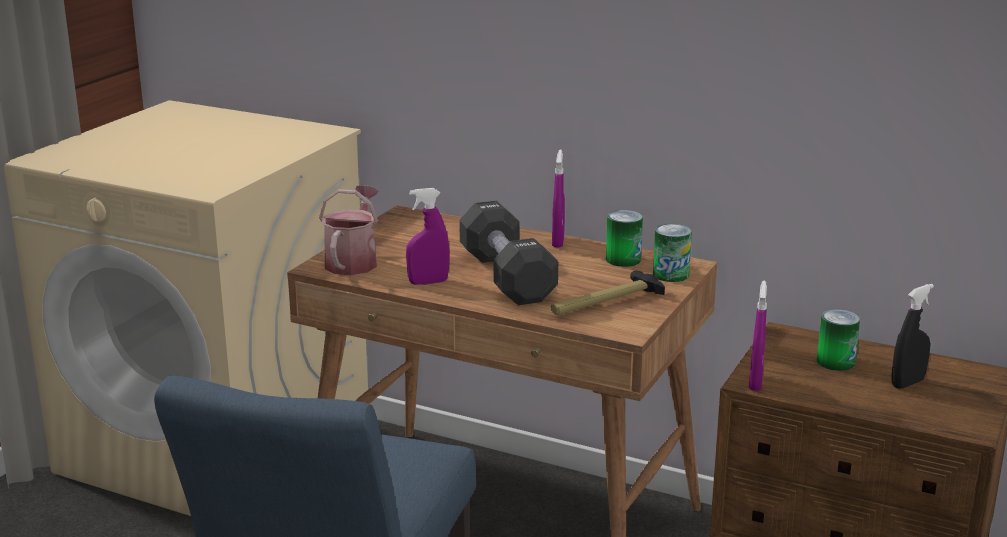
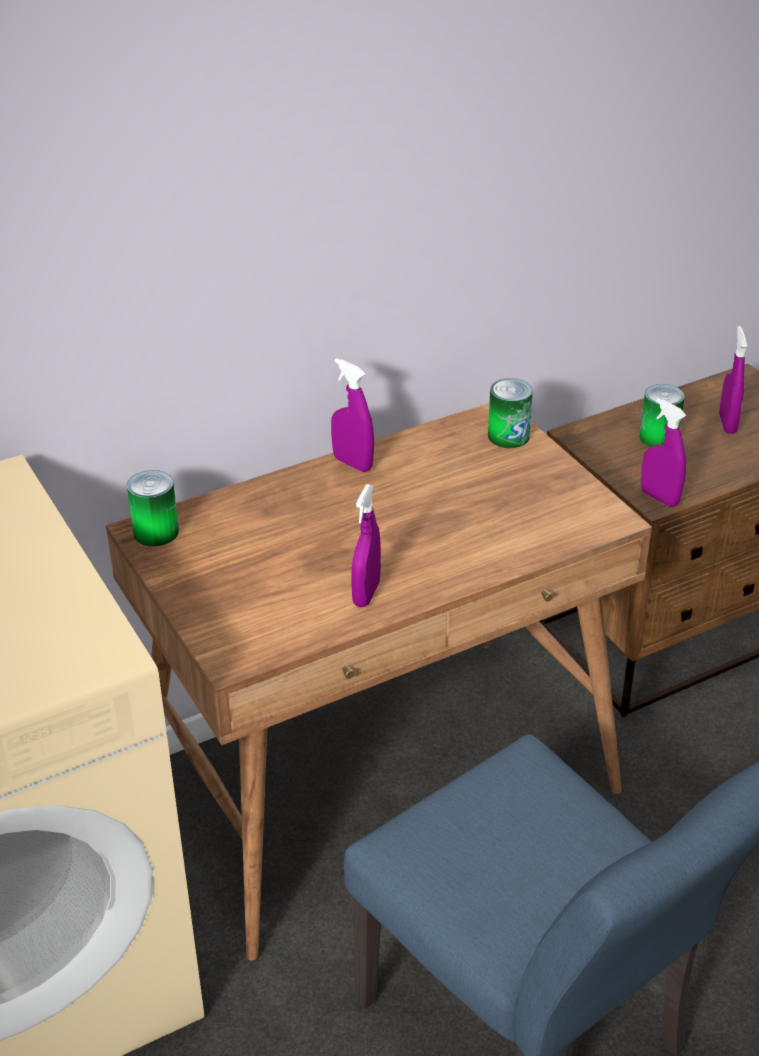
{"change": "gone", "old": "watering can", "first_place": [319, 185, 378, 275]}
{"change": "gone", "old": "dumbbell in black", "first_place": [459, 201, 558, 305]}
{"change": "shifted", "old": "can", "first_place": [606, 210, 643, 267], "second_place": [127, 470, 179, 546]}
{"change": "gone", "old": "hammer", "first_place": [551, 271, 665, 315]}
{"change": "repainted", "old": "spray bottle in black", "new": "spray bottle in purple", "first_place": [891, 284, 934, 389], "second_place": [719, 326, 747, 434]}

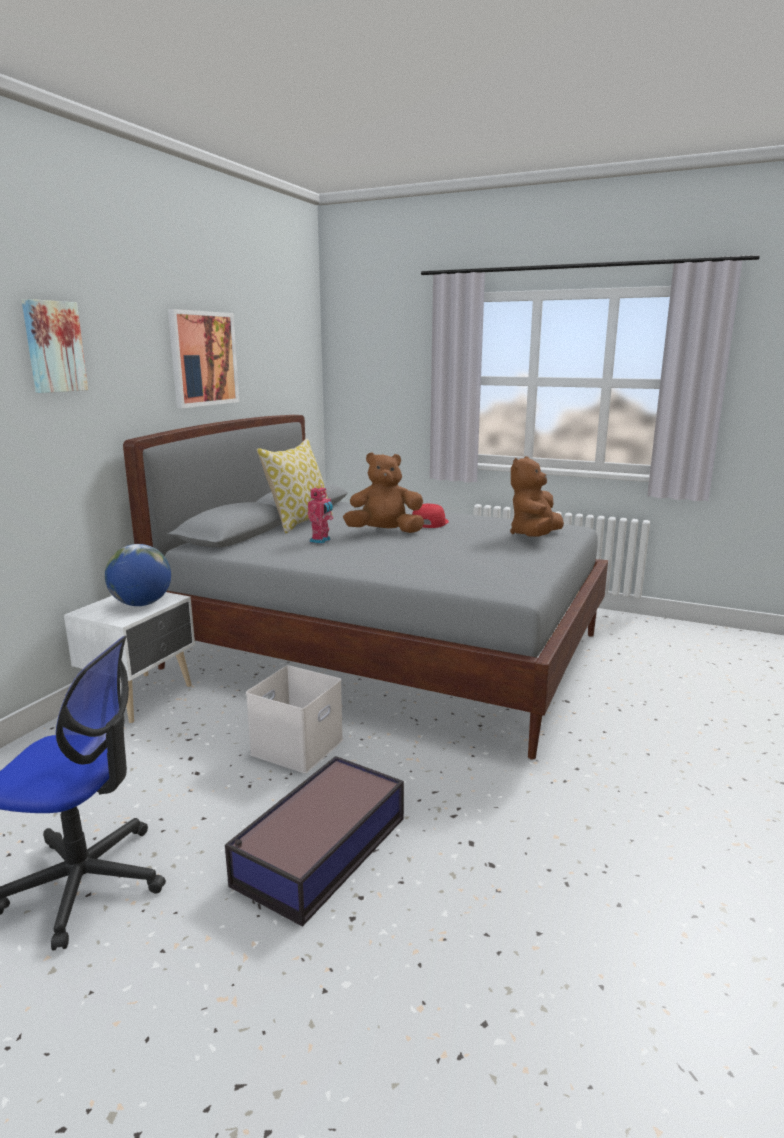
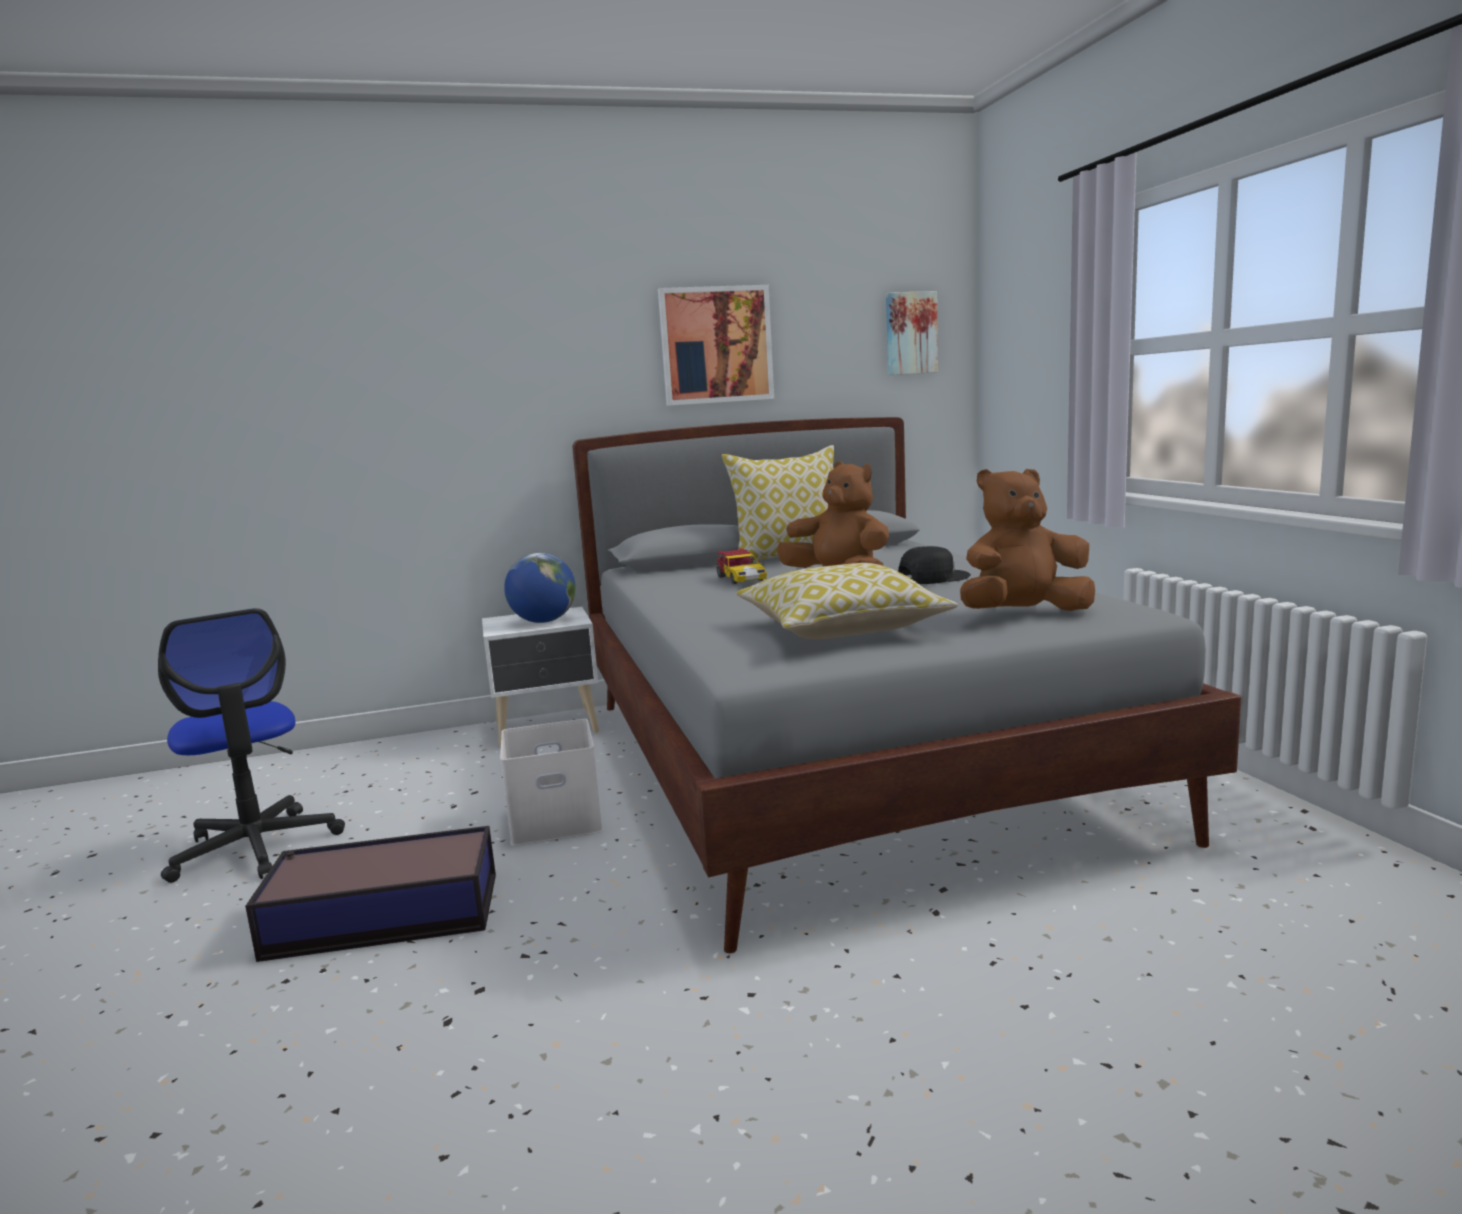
{"change": "shifted", "old": "picture", "first_place": [22, 299, 88, 393], "second_place": [886, 291, 938, 375]}
{"change": "swapped", "old": "toy robot", "new": "toy car", "first_place": [308, 485, 333, 544], "second_place": [717, 548, 767, 584]}
{"change": "repainted", "old": "cap in red", "new": "cap in black", "first_place": [412, 504, 449, 528], "second_place": [898, 546, 971, 584]}
{"change": "new", "new": "pillow", "second_place": [736, 563, 958, 640]}

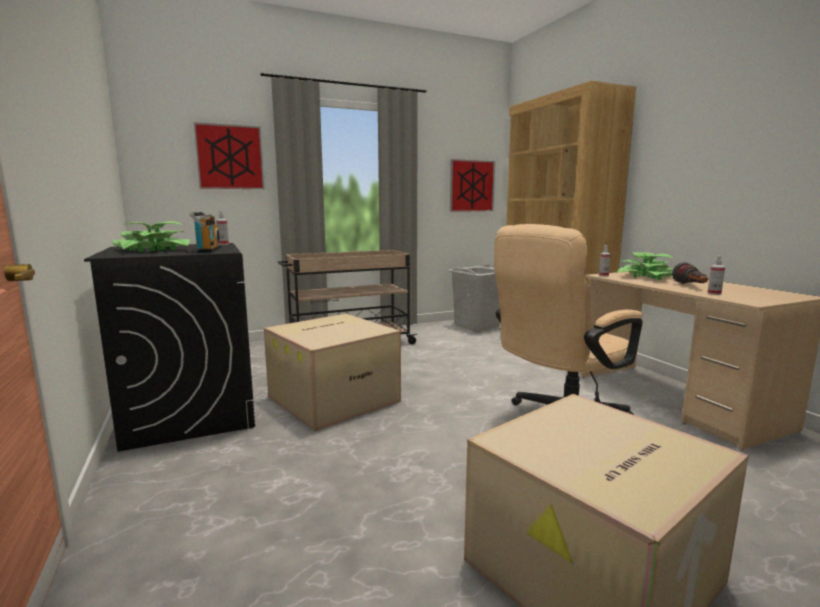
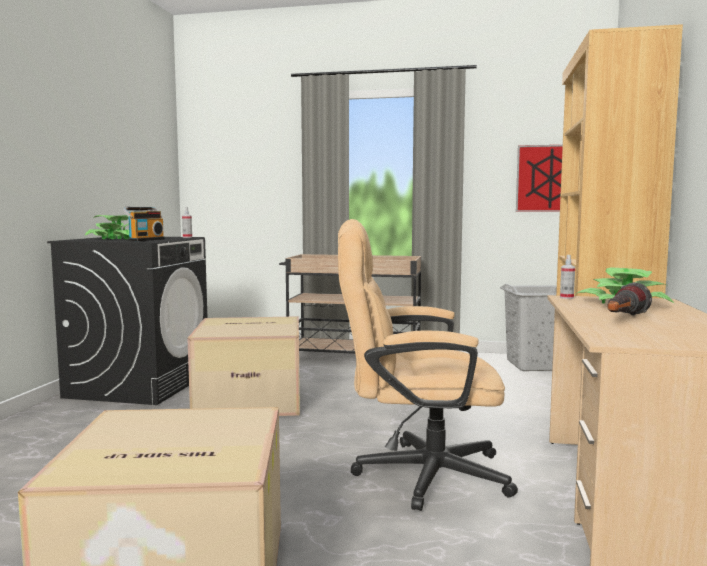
{"change": "gone", "old": "picture", "first_place": [194, 122, 264, 189]}
{"change": "gone", "old": "spray bottle", "first_place": [707, 256, 725, 295]}

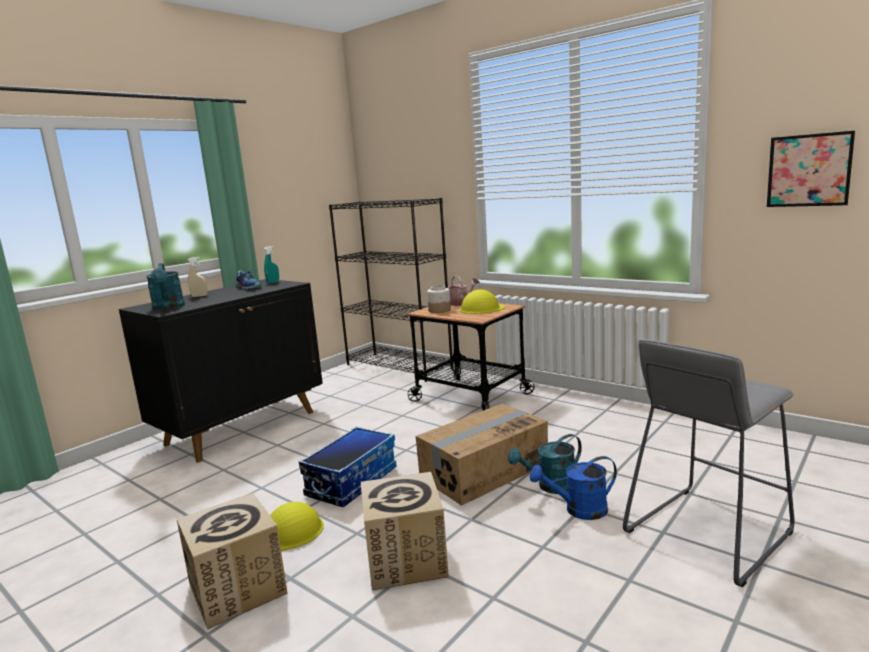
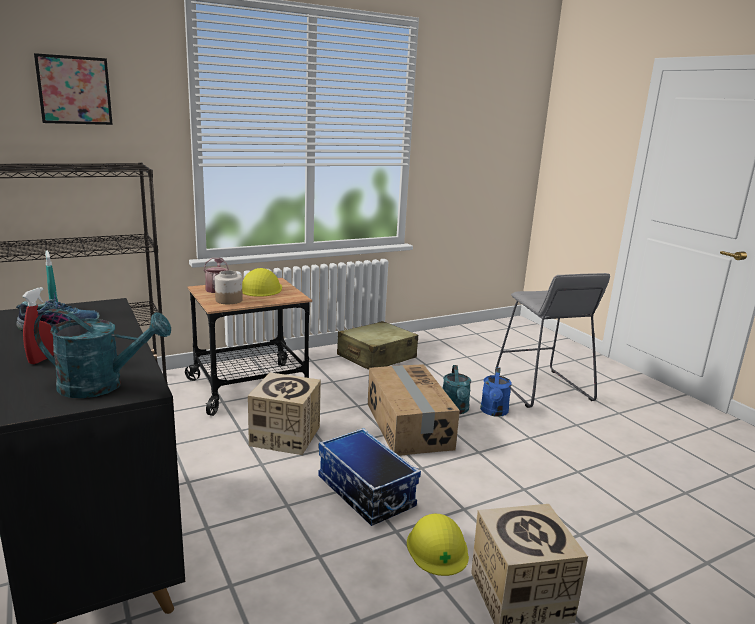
{"change": "shifted", "old": "picture", "first_place": [767, 131, 855, 207], "second_place": [34, 53, 113, 125]}
{"change": "repainted", "old": "spray bottle in beige", "new": "spray bottle in red", "first_place": [188, 257, 207, 297], "second_place": [22, 287, 54, 364]}
{"change": "shifted", "old": "cardboard box", "first_place": [361, 472, 449, 590], "second_place": [248, 372, 321, 455]}
{"change": "new", "new": "suitcase in beige", "second_place": [337, 321, 418, 370]}

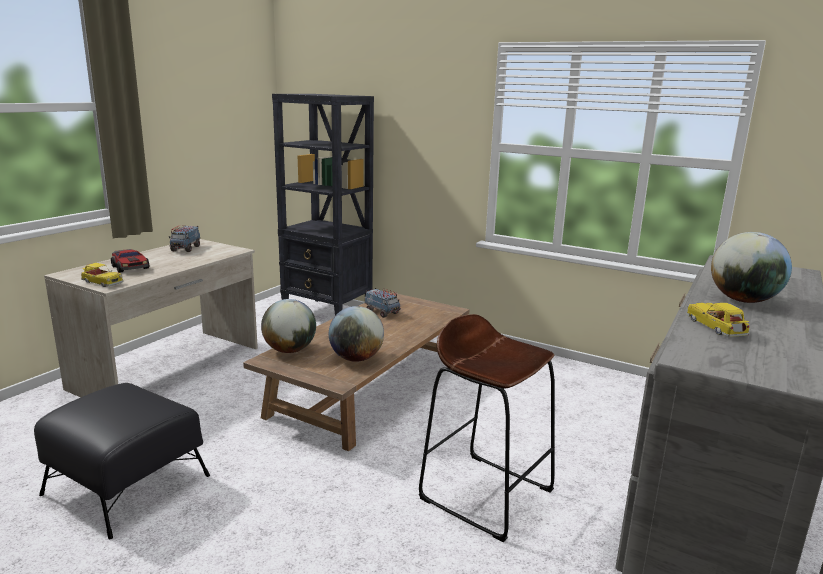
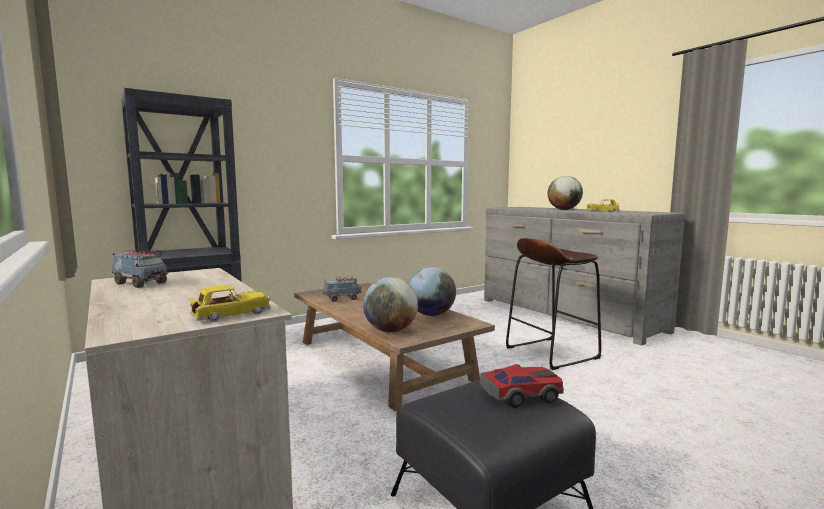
{"change": "shifted", "old": "toy car", "first_place": [111, 249, 149, 273], "second_place": [480, 364, 564, 408]}

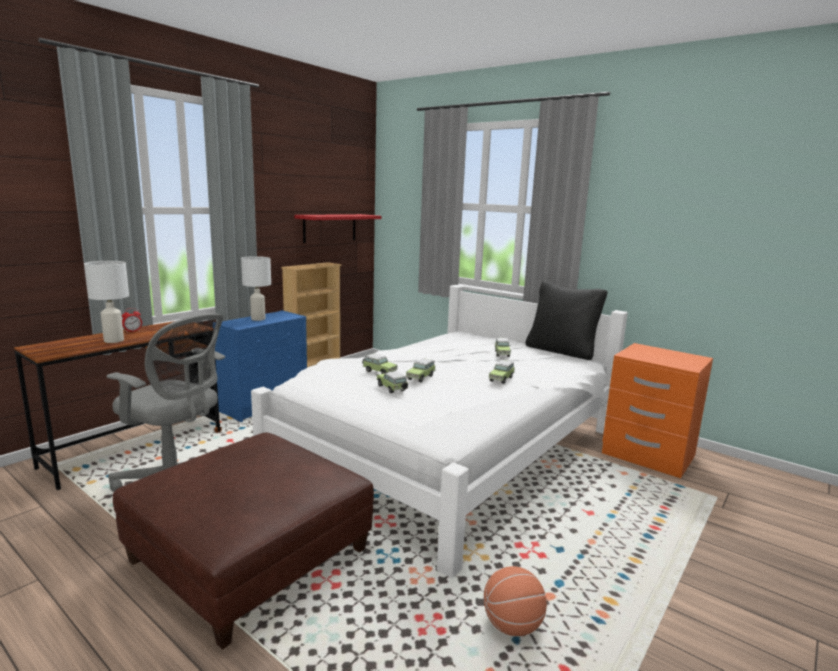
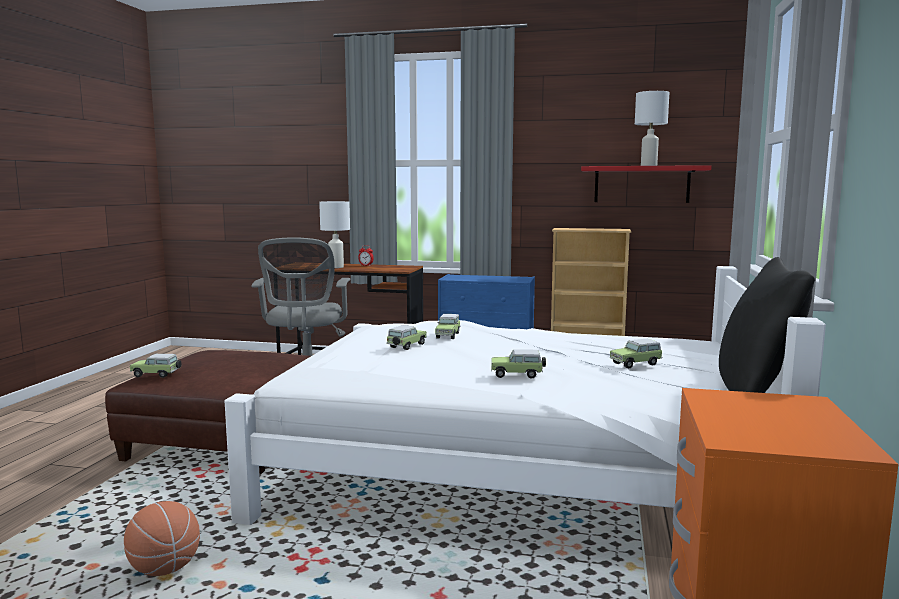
{"change": "shifted", "old": "table lamp in white", "first_place": [241, 256, 271, 321], "second_place": [635, 91, 670, 166]}
{"change": "shifted", "old": "toy car", "first_place": [406, 358, 435, 382], "second_place": [130, 354, 181, 378]}

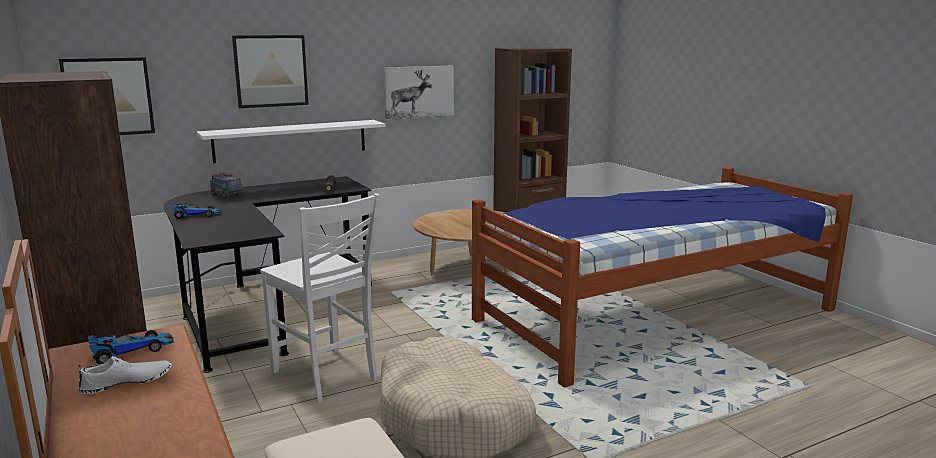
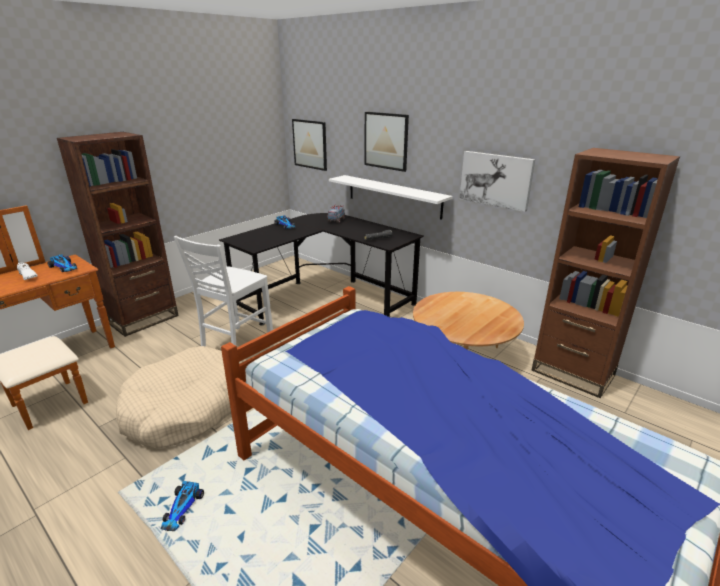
{"change": "new", "new": "toy car", "second_place": [161, 481, 204, 531]}

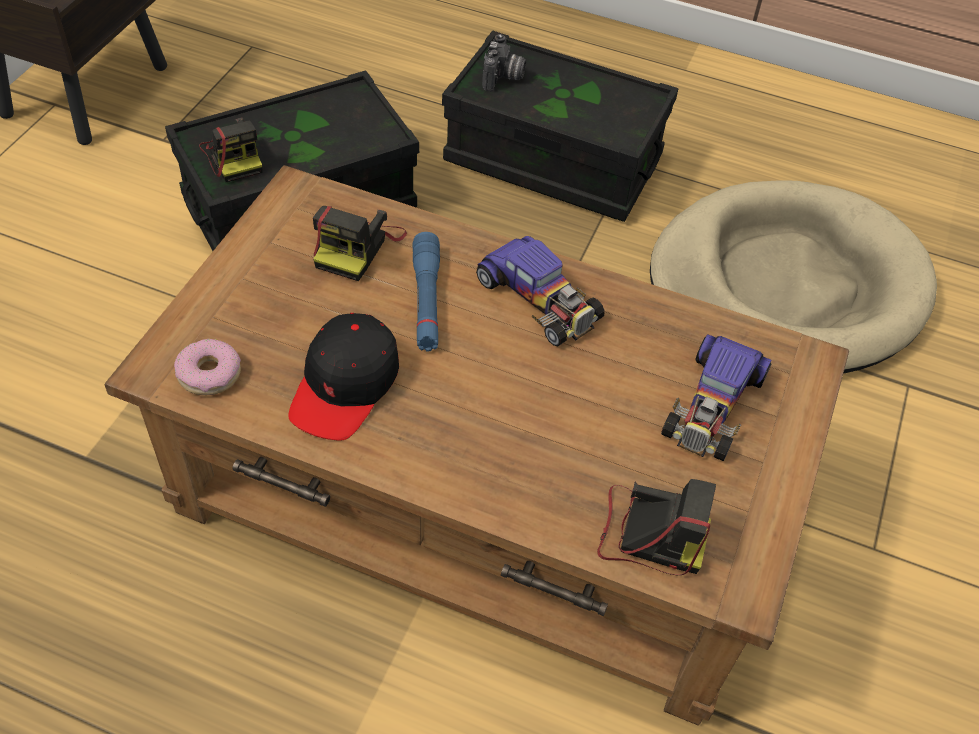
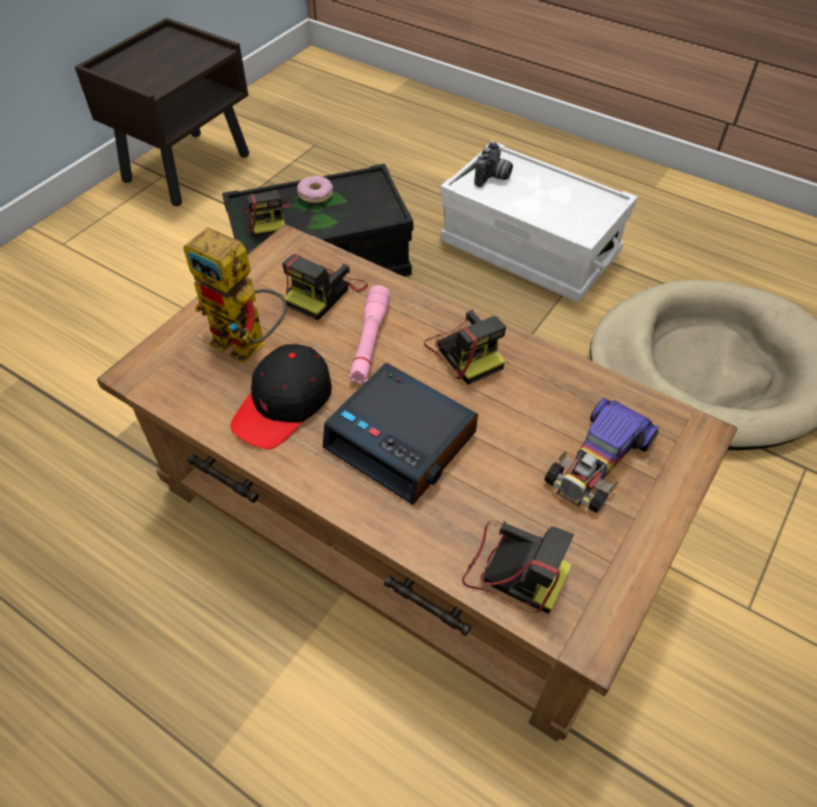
{"change": "repainted", "old": "storage box in black", "new": "storage box in white", "first_place": [442, 30, 678, 222], "second_place": [440, 141, 637, 303]}
{"change": "repainted", "old": "flashlight in blue", "new": "flashlight in pink", "first_place": [413, 232, 440, 352], "second_place": [349, 285, 390, 384]}
{"change": "swapped", "old": "toy car", "new": "photo camera", "first_place": [476, 236, 605, 346], "second_place": [424, 310, 506, 385]}
{"change": "shifted", "old": "donut", "first_place": [174, 339, 241, 395], "second_place": [297, 176, 333, 203]}
{"change": "new", "new": "toy robot", "second_place": [183, 227, 287, 363]}
{"change": "new", "new": "alarm clock", "second_place": [323, 363, 478, 505]}

